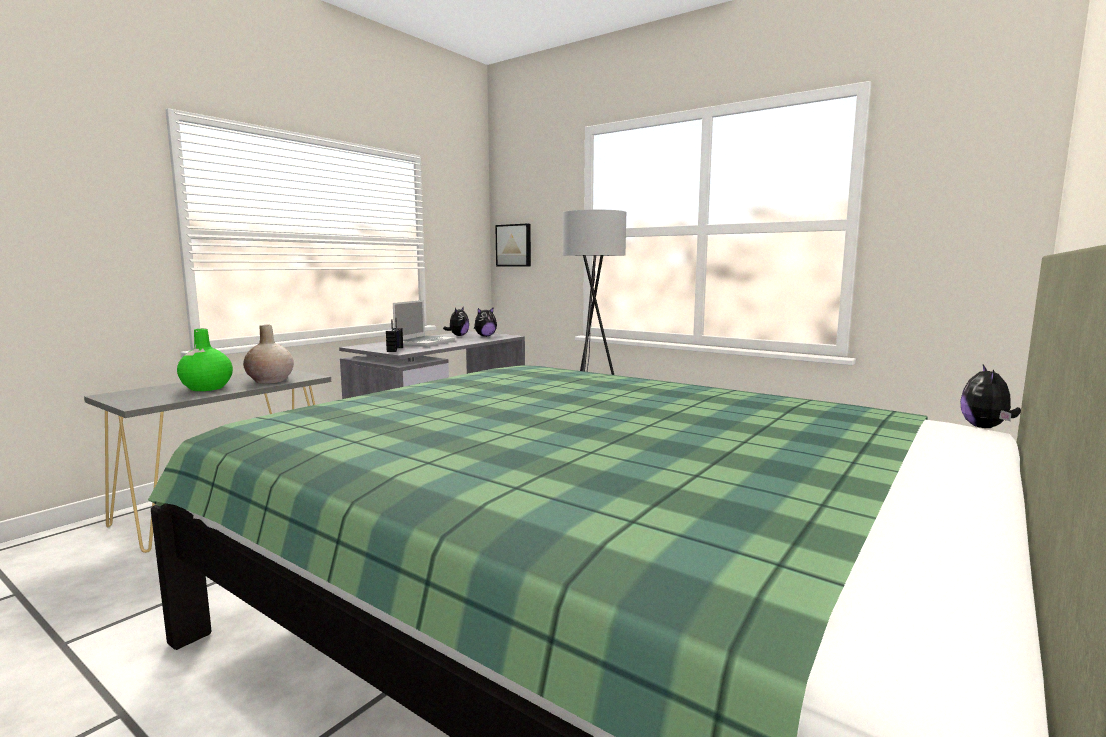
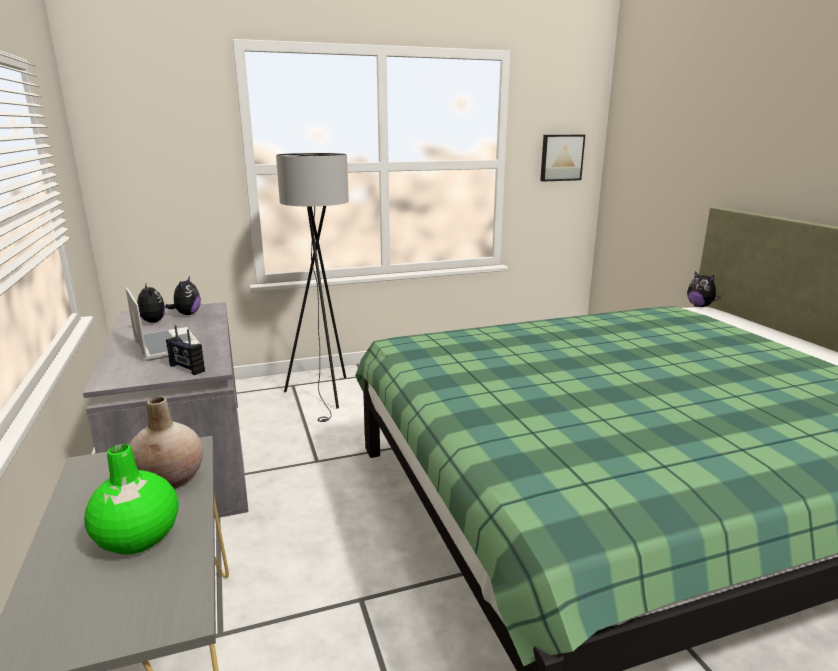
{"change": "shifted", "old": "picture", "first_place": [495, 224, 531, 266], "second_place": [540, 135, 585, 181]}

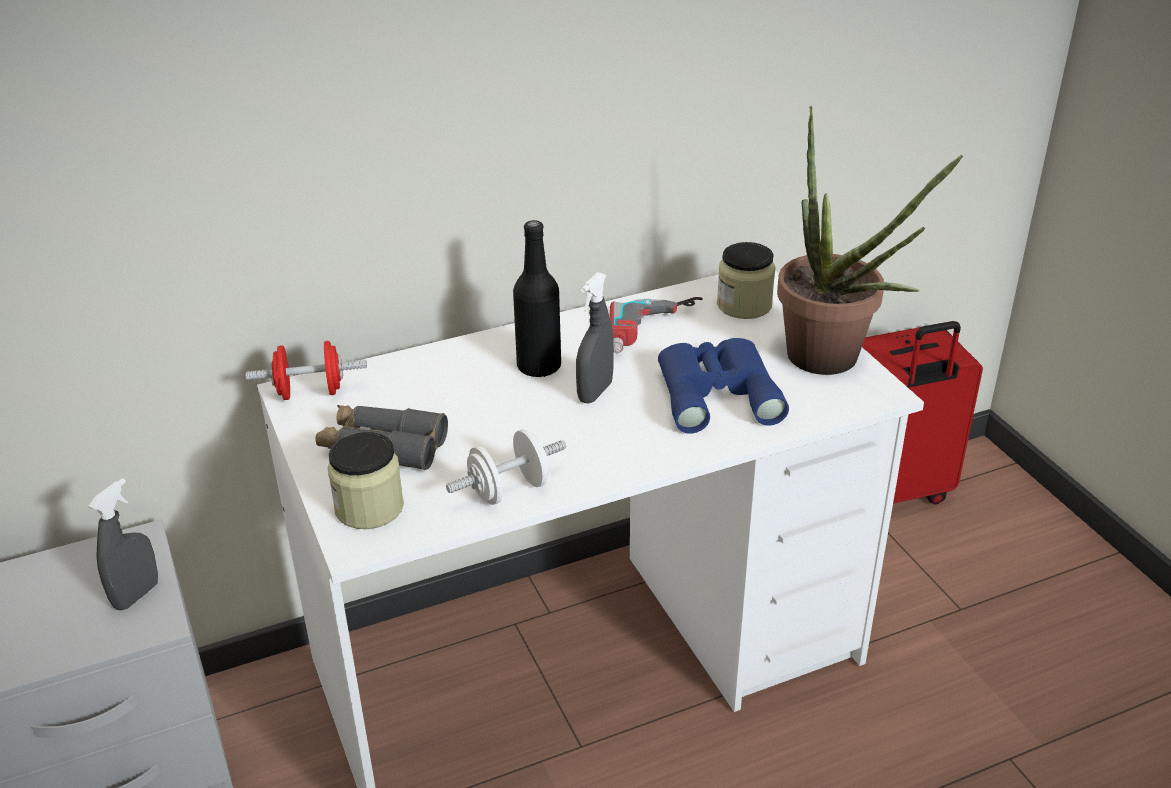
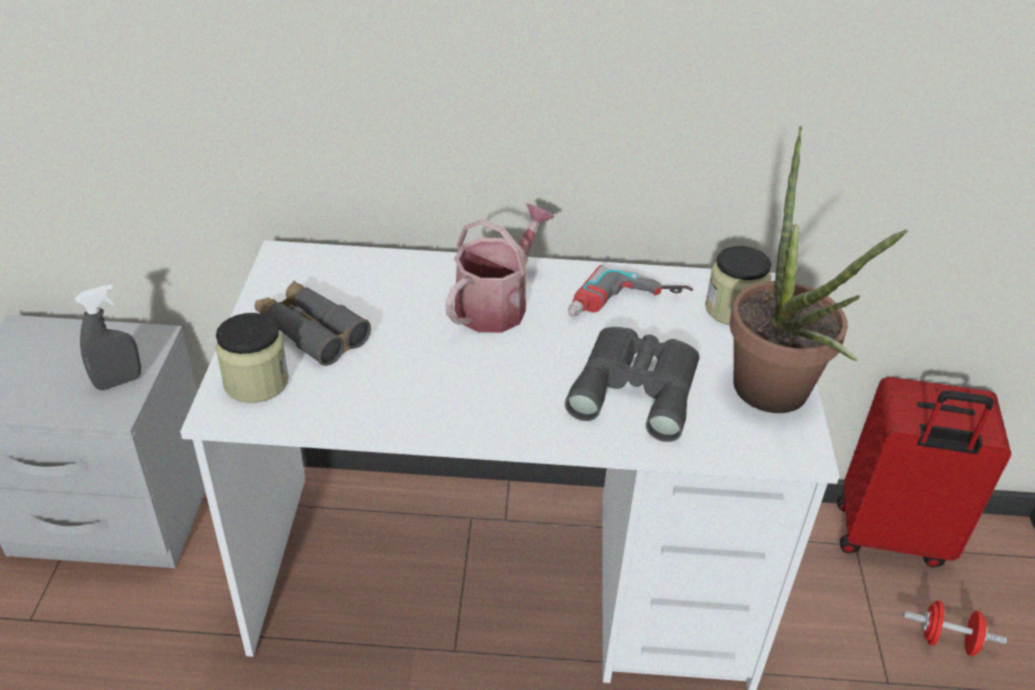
{"change": "swapped", "old": "bottle in black", "new": "watering can", "first_place": [513, 220, 561, 377], "second_place": [445, 204, 554, 333]}
{"change": "gone", "old": "spray bottle in grey", "first_place": [576, 272, 614, 404]}
{"change": "repainted", "old": "binoculars in blue", "new": "binoculars in grey", "first_place": [658, 338, 789, 434], "second_place": [565, 327, 700, 442]}
{"change": "shifted", "old": "dumbbell in red", "first_place": [246, 341, 367, 400], "second_place": [904, 601, 1007, 656]}
{"change": "gone", "old": "dumbbell in white", "first_place": [446, 429, 566, 505]}

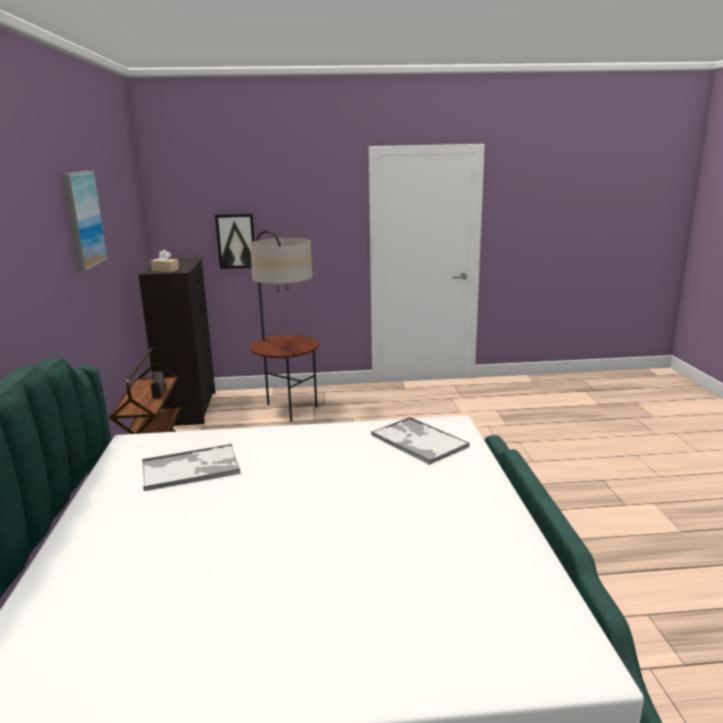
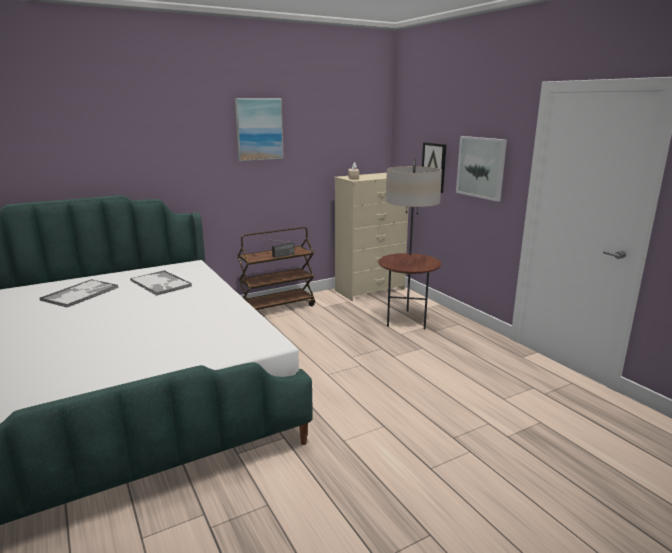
{"change": "repainted", "old": "dresser in black", "new": "dresser in beige", "first_place": [138, 257, 215, 426], "second_place": [334, 173, 409, 301]}
{"change": "shifted", "old": "tray", "first_place": [371, 417, 470, 465], "second_place": [39, 279, 119, 308]}
{"change": "new", "new": "picture", "second_place": [456, 136, 507, 201]}

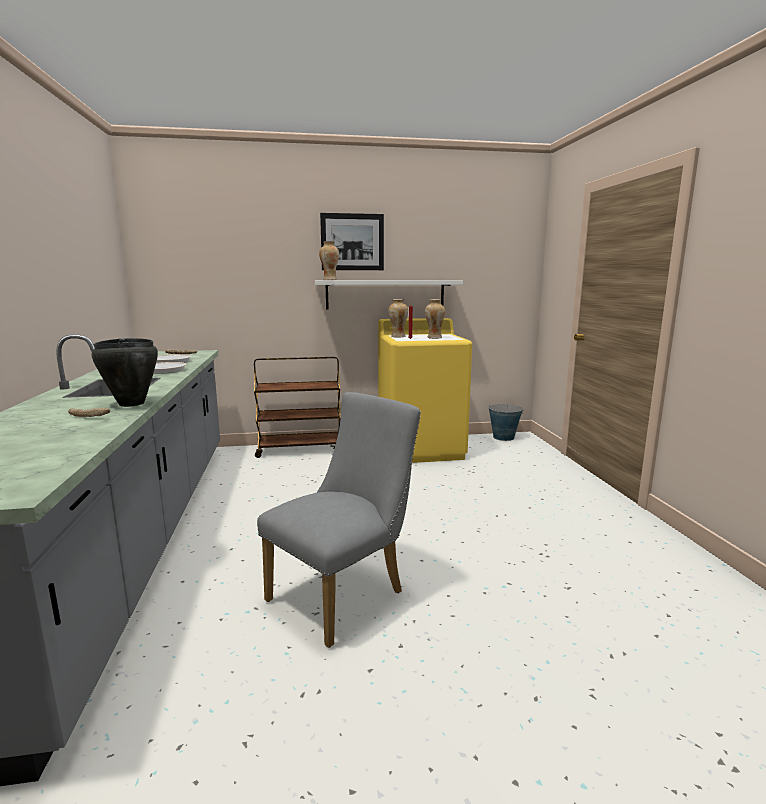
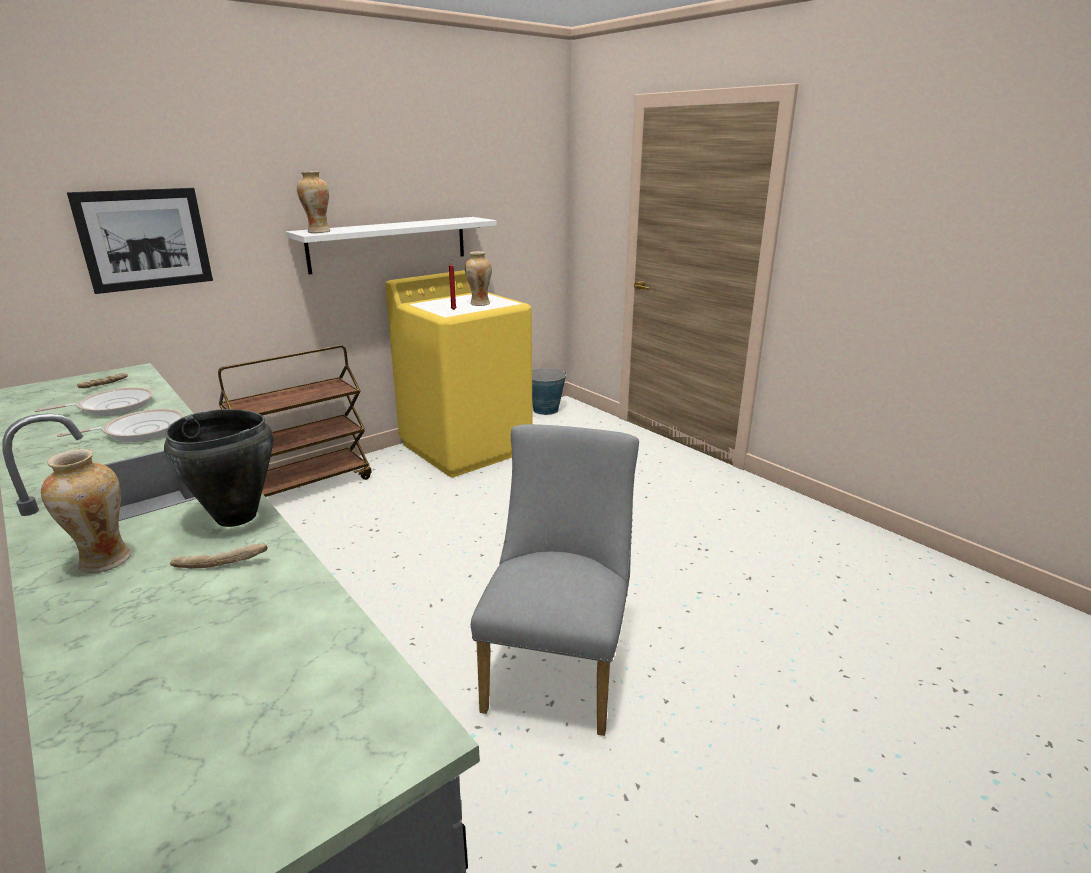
{"change": "shifted", "old": "picture", "first_place": [320, 213, 384, 270], "second_place": [67, 188, 213, 294]}
{"change": "shifted", "old": "vase", "first_place": [388, 299, 408, 337], "second_place": [41, 449, 131, 573]}

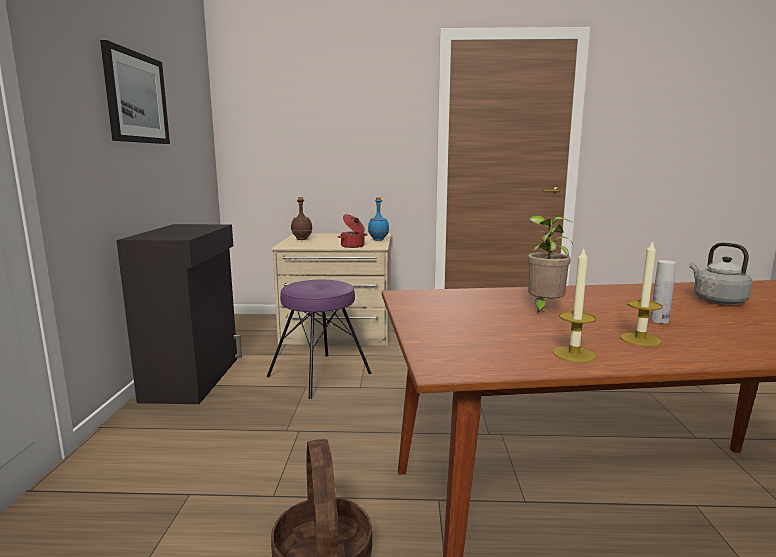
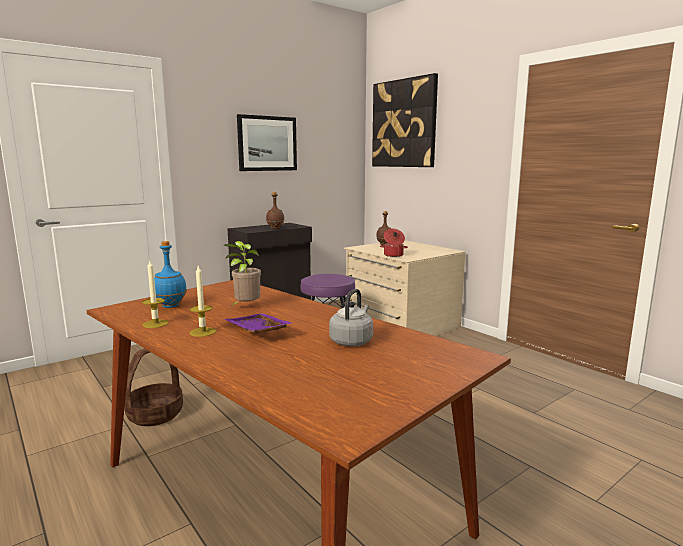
{"change": "shifted", "old": "bottle in blue", "first_place": [368, 197, 389, 241], "second_place": [154, 241, 187, 308]}
{"change": "swapped", "old": "bottle in white", "new": "tray in purple", "first_place": [650, 260, 676, 324], "second_place": [225, 313, 292, 333]}
{"change": "new", "new": "picture", "second_place": [372, 73, 438, 167]}
{"change": "new", "new": "bottle in brown", "second_place": [266, 192, 284, 229]}

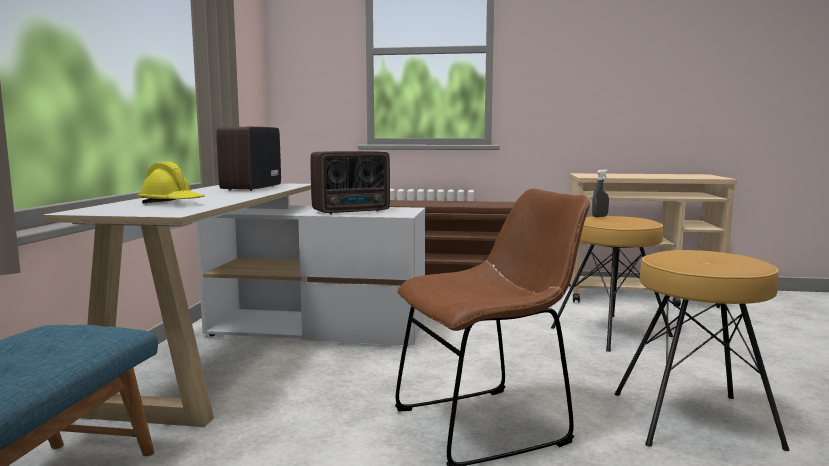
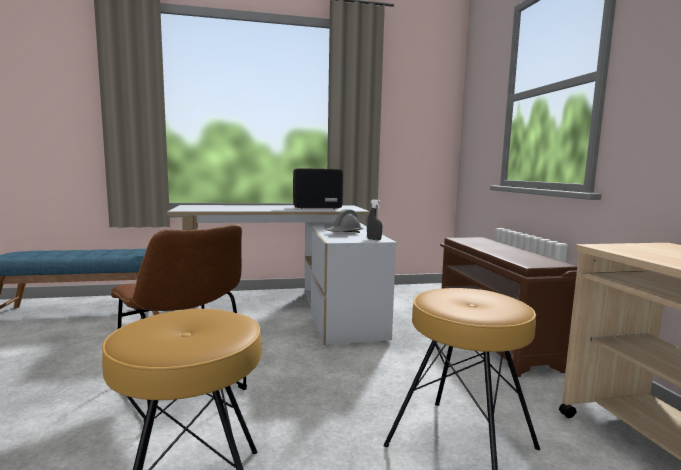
{"change": "swapped", "old": "radio", "new": "hard hat in grey", "first_place": [311, 151, 390, 214], "second_place": [325, 209, 363, 233]}
{"change": "gone", "old": "hard hat in yellow", "first_place": [137, 162, 205, 203]}
{"change": "shifted", "old": "spray bottle in grey", "first_place": [592, 169, 609, 217], "second_place": [367, 200, 382, 240]}

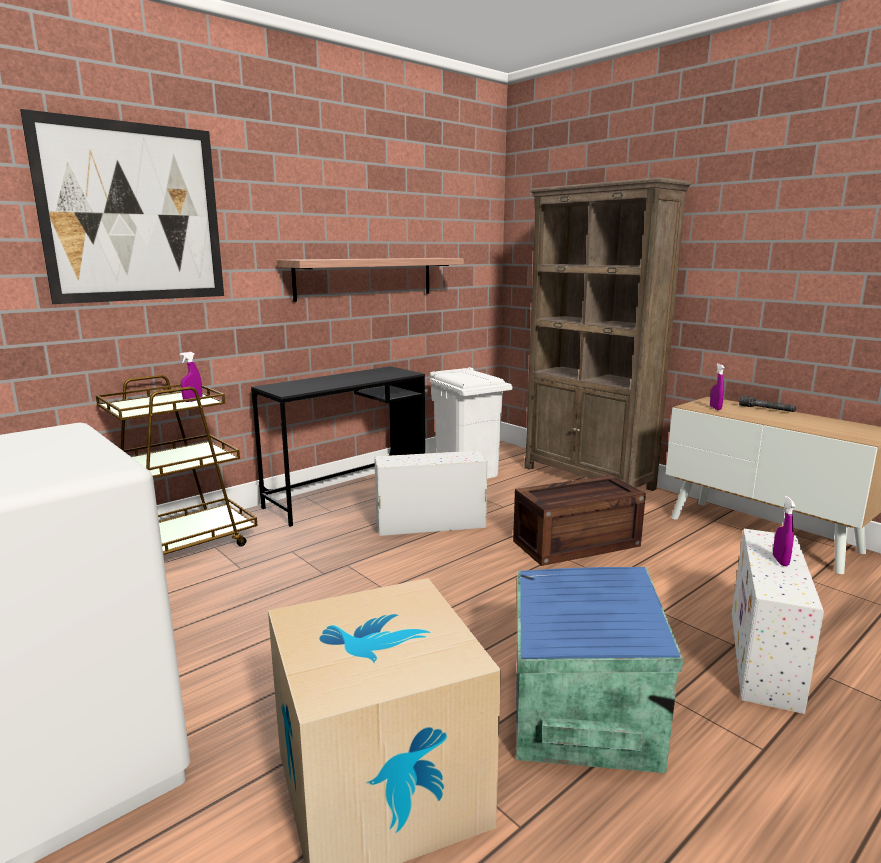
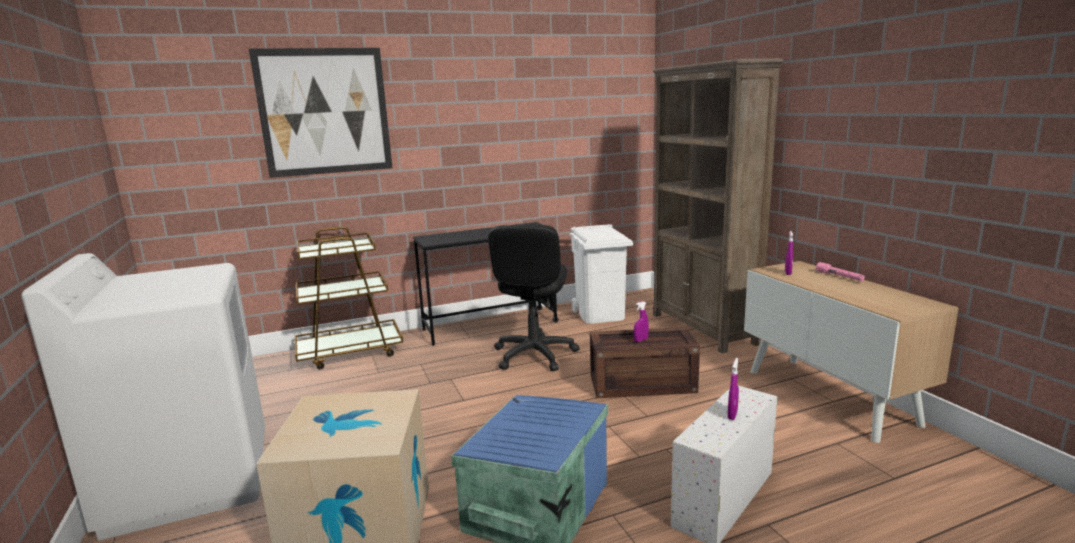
{"change": "gone", "old": "shelf", "first_place": [277, 258, 464, 302]}
{"change": "shifted", "old": "spray bottle in purple", "first_place": [180, 352, 202, 402], "second_place": [634, 301, 649, 342]}
{"change": "repainted", "old": "flashlight in grey", "new": "flashlight in pink", "first_place": [739, 396, 796, 412], "second_place": [816, 262, 865, 281]}
{"change": "swapped", "old": "storage box in white", "new": "office chair in black", "first_place": [374, 451, 487, 536], "second_place": [488, 225, 580, 371]}

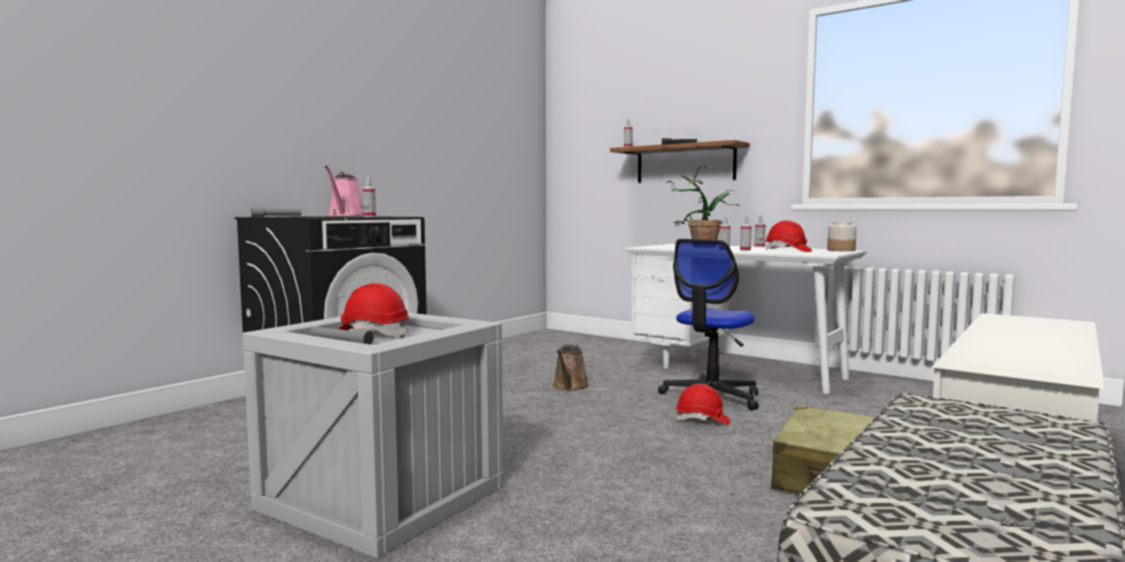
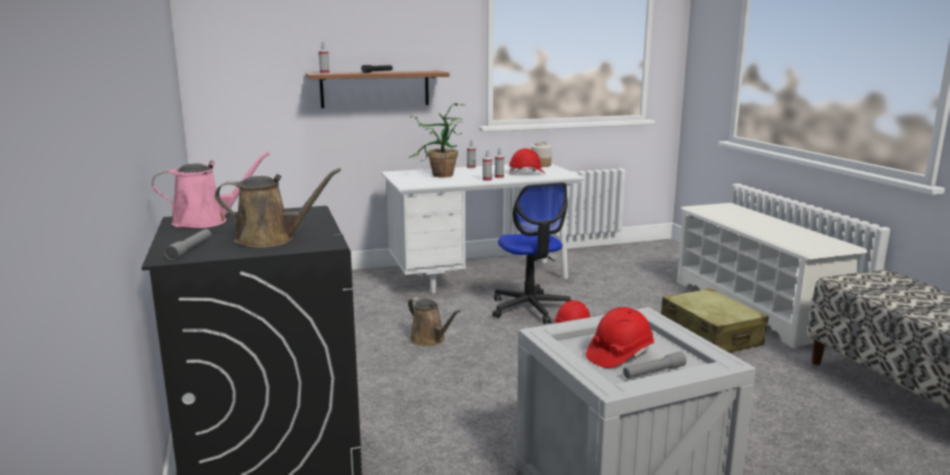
{"change": "rotated", "old": "watering can in pink", "first_place": [325, 166, 363, 216], "second_place": [152, 152, 270, 228], "degrees": -60}
{"change": "gone", "old": "spray bottle", "first_place": [362, 177, 376, 217]}
{"change": "new", "new": "watering can in brown", "second_place": [215, 168, 341, 248]}

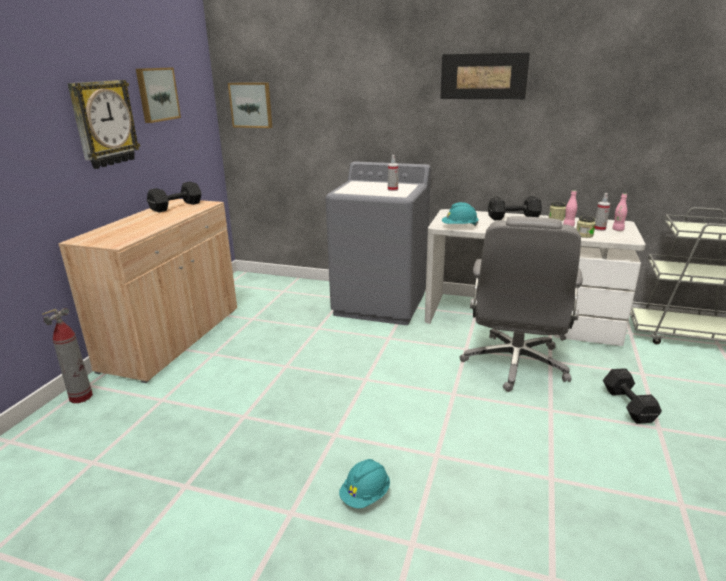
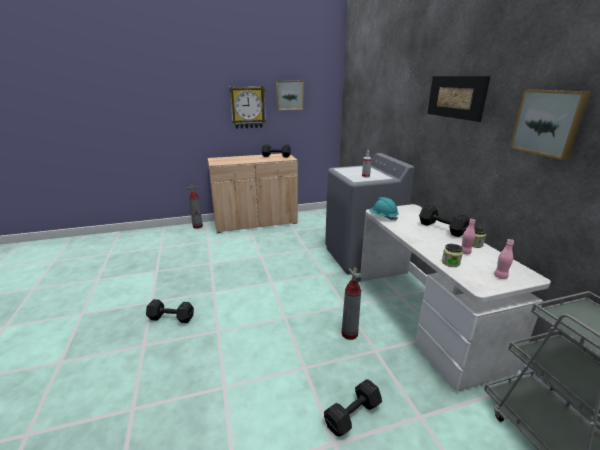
{"change": "shifted", "old": "picture", "first_place": [228, 82, 272, 128], "second_place": [510, 89, 591, 160]}
{"change": "gone", "old": "spray bottle", "first_place": [595, 193, 611, 231]}
{"change": "swapped", "old": "office chair in grey", "new": "fire extinguisher", "first_place": [459, 216, 583, 392], "second_place": [341, 267, 362, 340]}
{"change": "swapped", "old": "hard hat in turquoise", "new": "dumbbell in black", "first_place": [339, 459, 390, 509], "second_place": [146, 299, 194, 323]}

